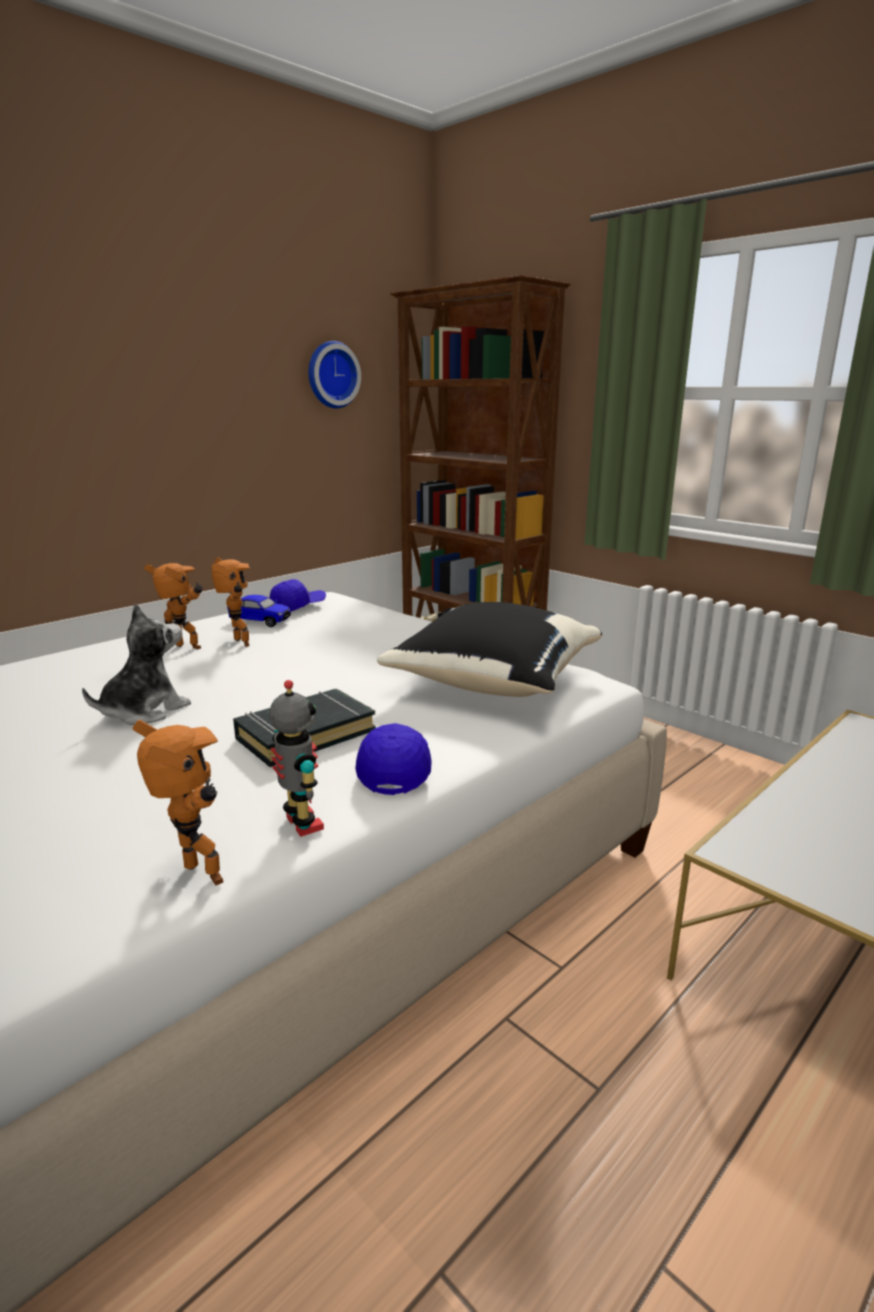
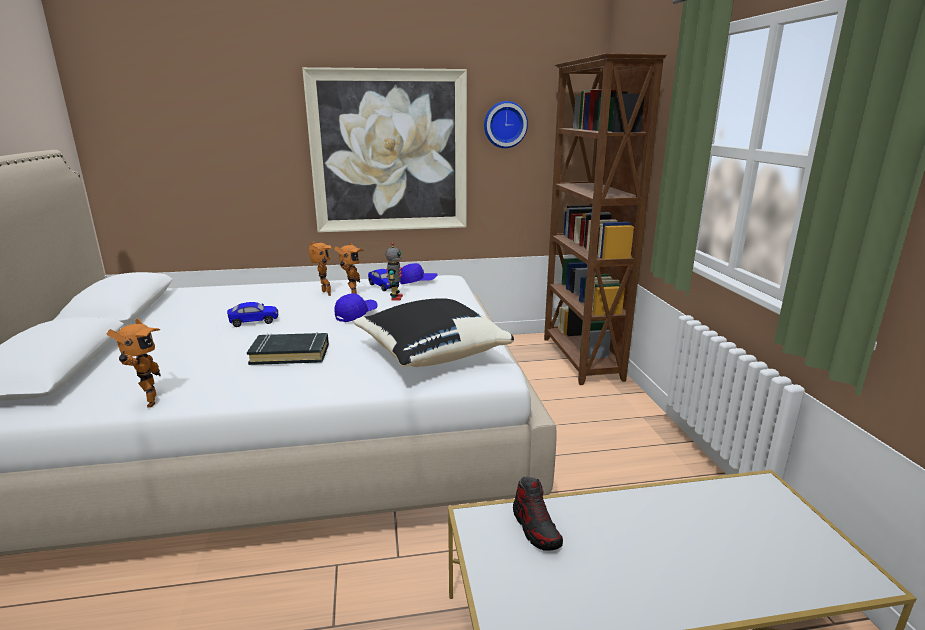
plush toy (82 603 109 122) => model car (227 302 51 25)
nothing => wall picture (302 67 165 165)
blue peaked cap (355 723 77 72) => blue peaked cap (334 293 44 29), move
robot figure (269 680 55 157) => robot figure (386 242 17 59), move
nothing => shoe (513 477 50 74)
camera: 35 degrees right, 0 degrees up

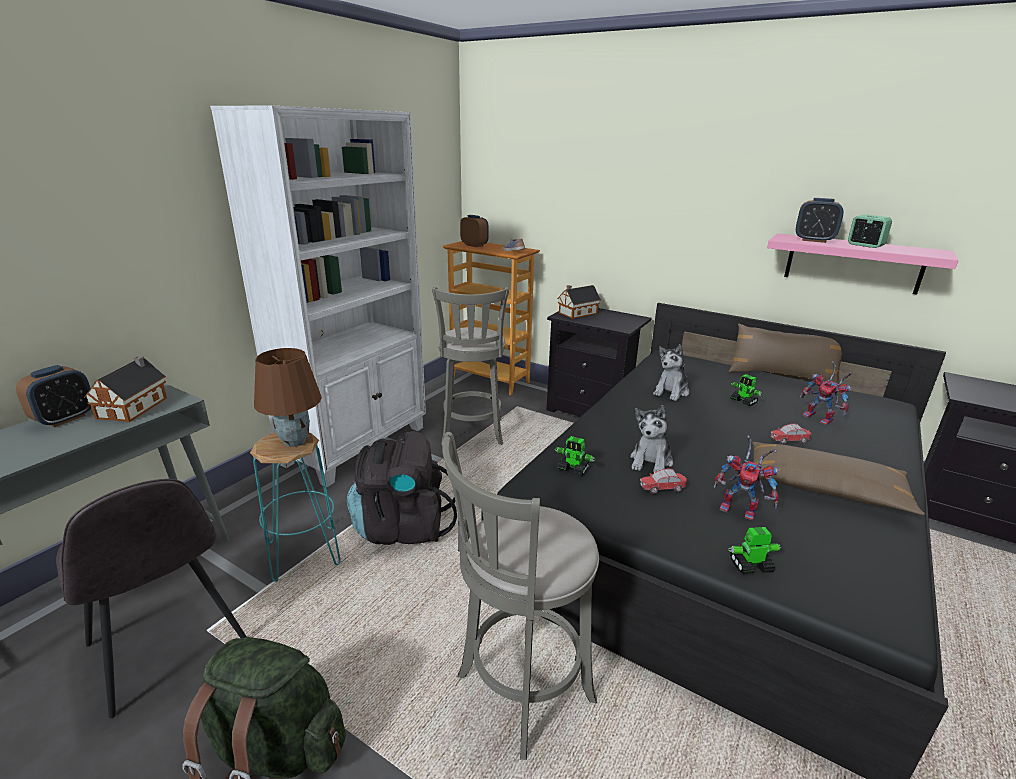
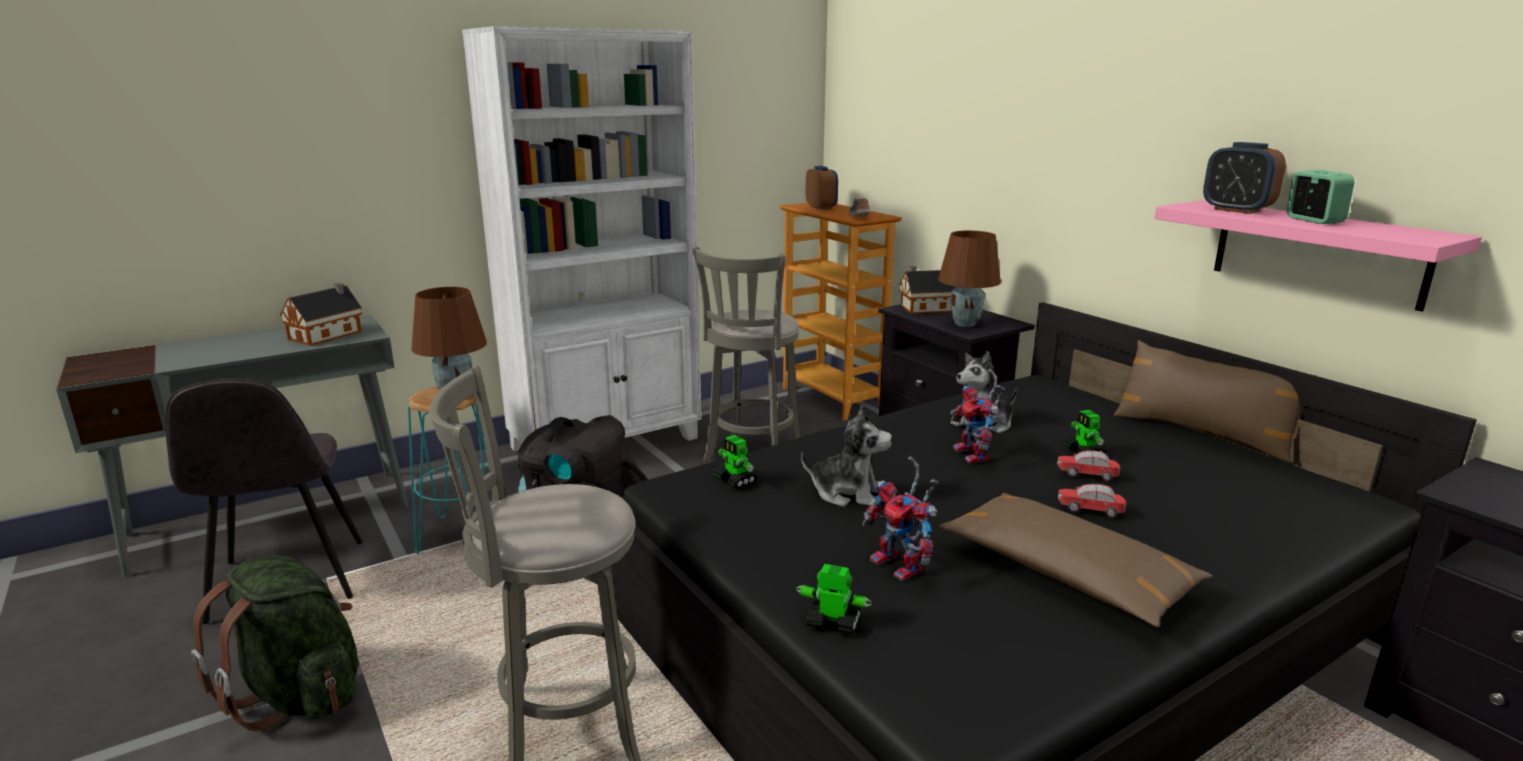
plush toy (630 405 43 68) => plush toy (801 405 91 102), 120 degrees counterclockwise
nothing => brown lamp for a table (938 231 63 96)
robot figure (799 361 54 64) => robot figure (950 369 55 94), move
model car (640 469 47 25) => model car (1057 450 63 32), move
bedside clock (16 365 75 62) => nothing
camera: 25 degrees right, 5 degrees down

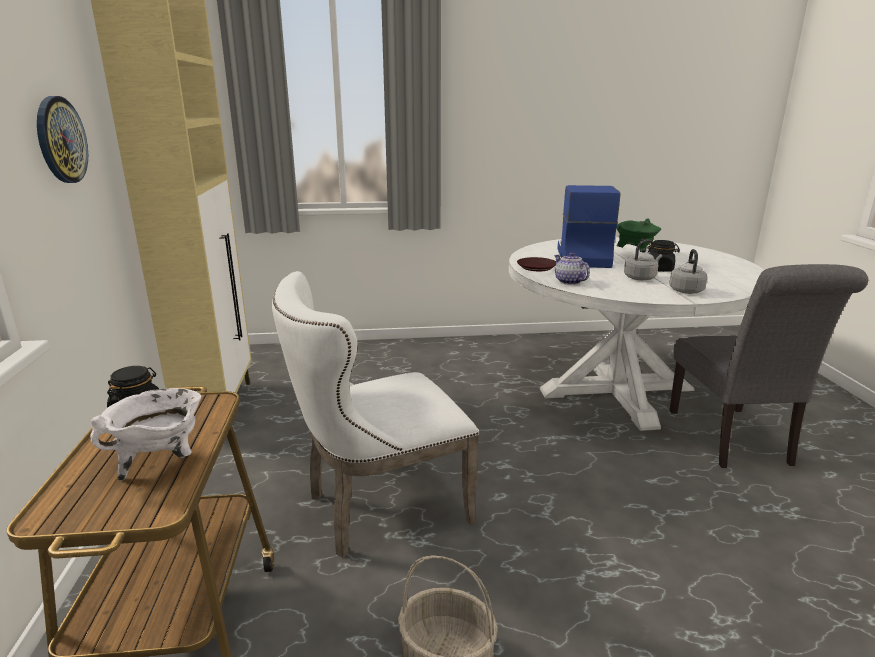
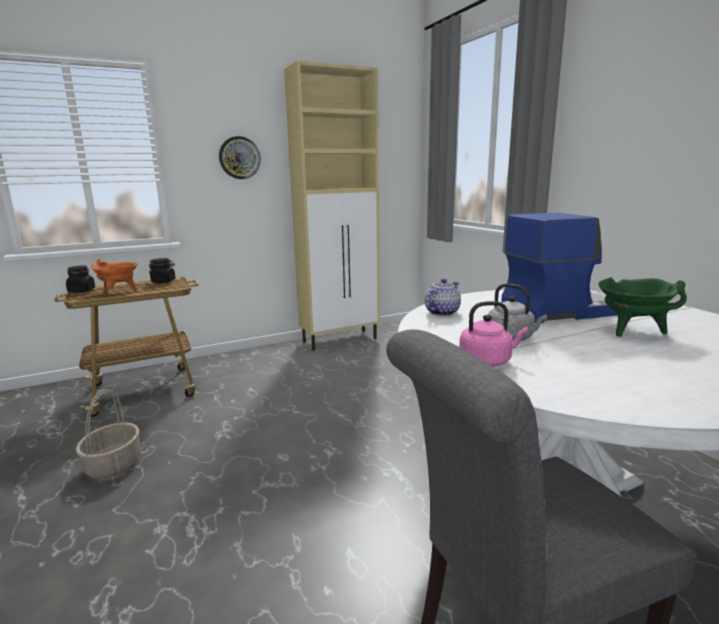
black-coloured preserve jar (648 240 32 32) => black-coloured preserve jar (66 266 29 27), move
white cooking pot (90 388 111 93) => orangey cooking pot (91 259 47 32)
grey kettle (669 249 38 45) => pinkish kettle (459 301 69 66)
white chair (272 271 208 287) => nothing
brown flat dish (517 257 39 14) => nothing
camera: 70 degrees right, 5 degrees down

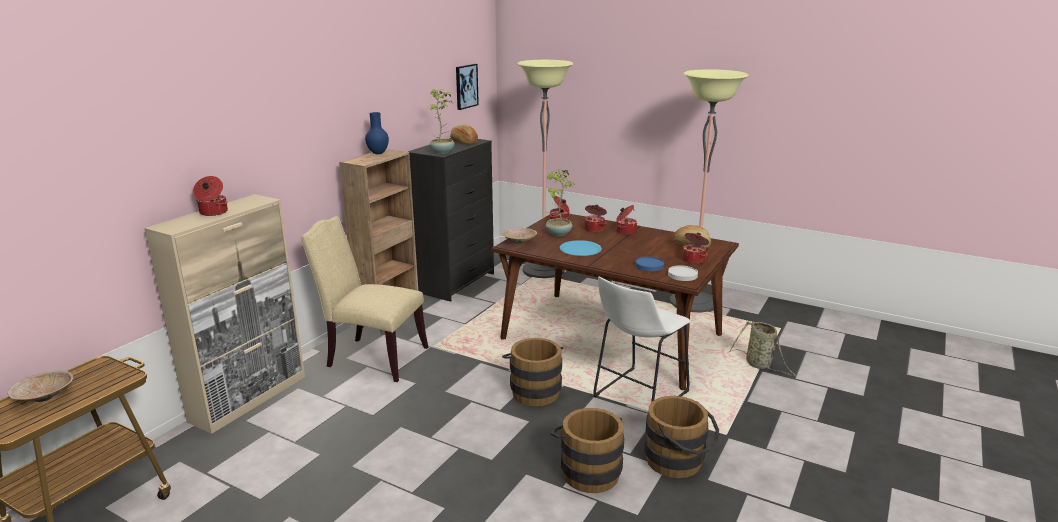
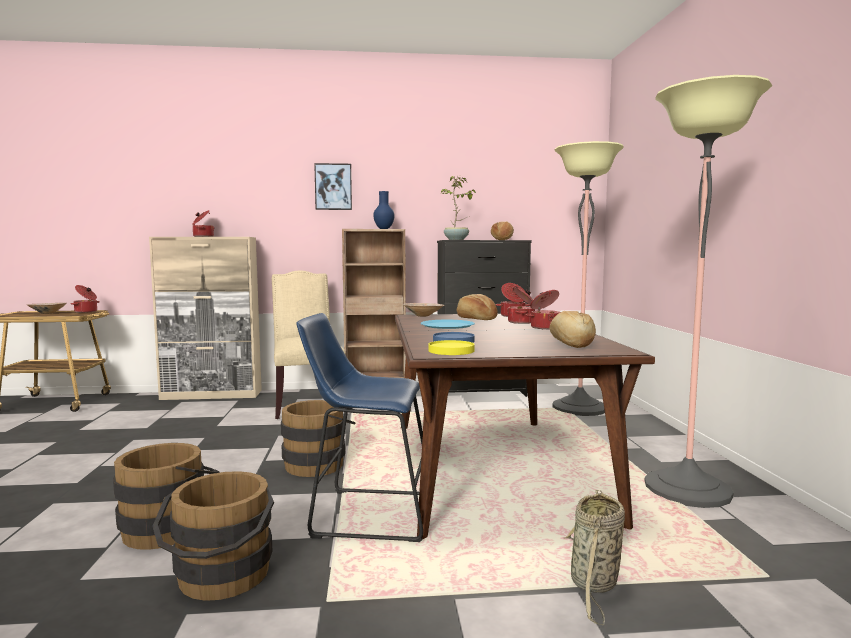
cooking pot (682 233 27 30) => cooking pot (71 285 29 28), move
white stool (593 276 98 126) => blue stool (296 313 127 229)
wall picture (456 64 23 46) => wall picture (314 163 38 47), move
white flat dish (668 265 30 16) => yellow-coloured flat dish (429 340 45 15)
houseplant (546 169 28 67) => baked bread (456 294 42 26)
camera: 55 degrees right, 15 degrees down

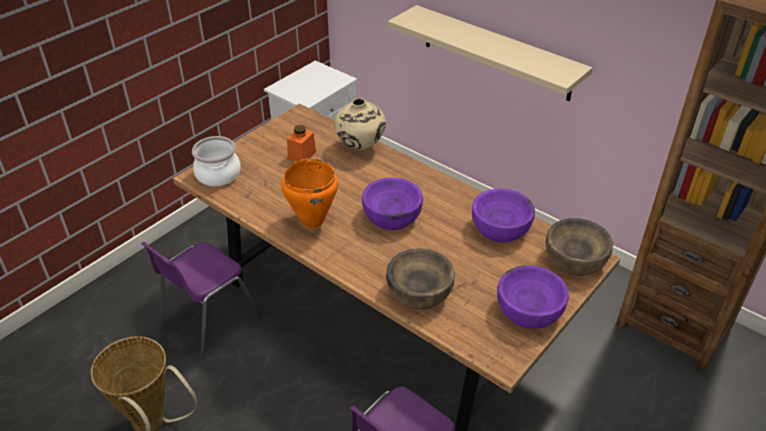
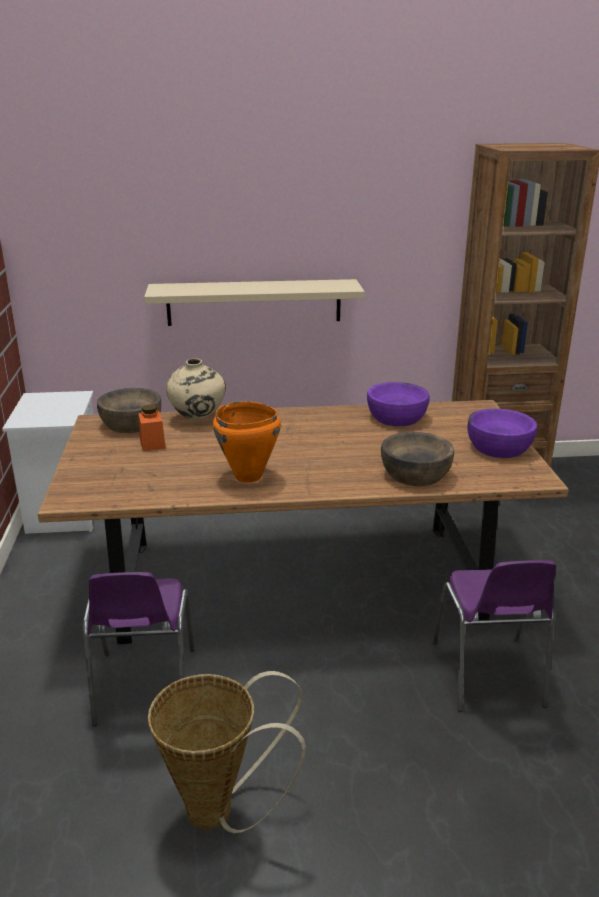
brown serving bowl (546 218 67 58) => brown serving bowl (97 388 64 45), move
cooking pot (192 136 49 50) => nothing
purple-coloured serving bowl (362 177 61 53) => nothing
camera: 45 degrees left, 15 degrees down

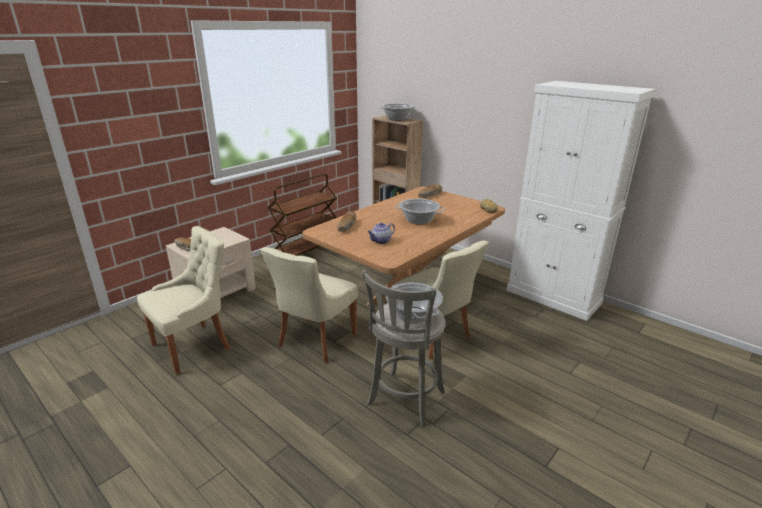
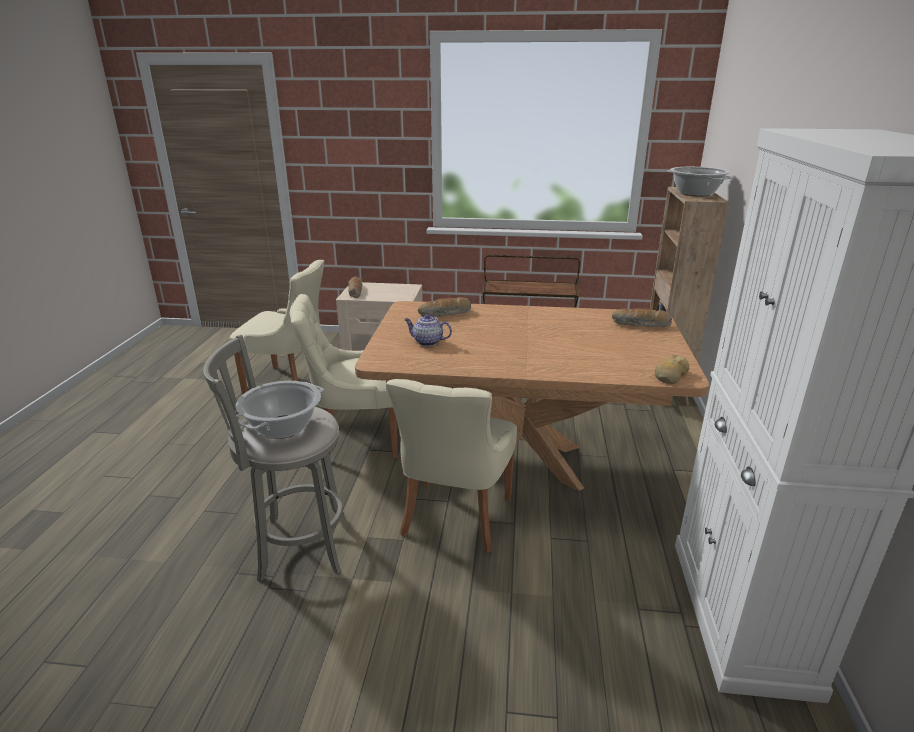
cooking pot (395 199 49 26) => nothing
camera: 55 degrees right, 0 degrees up

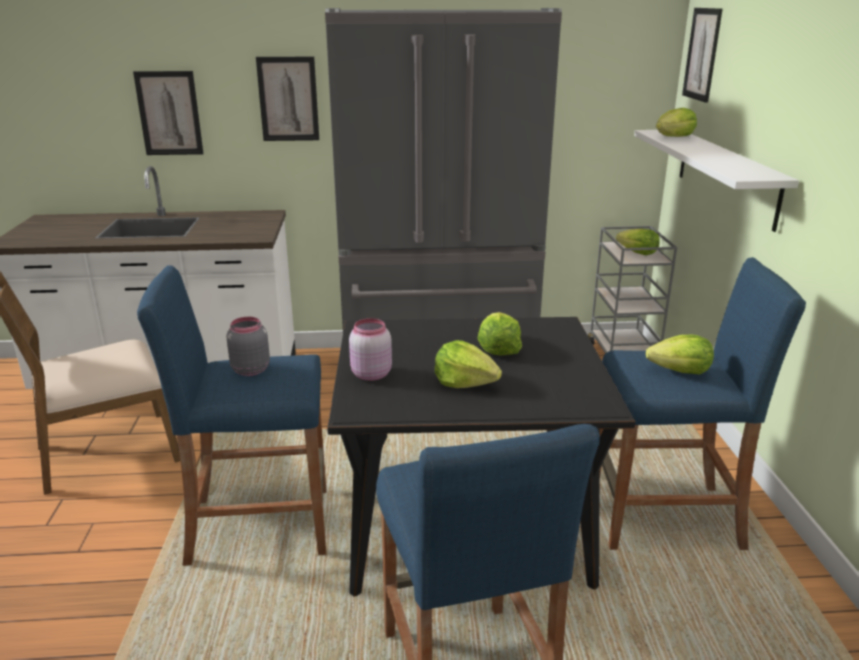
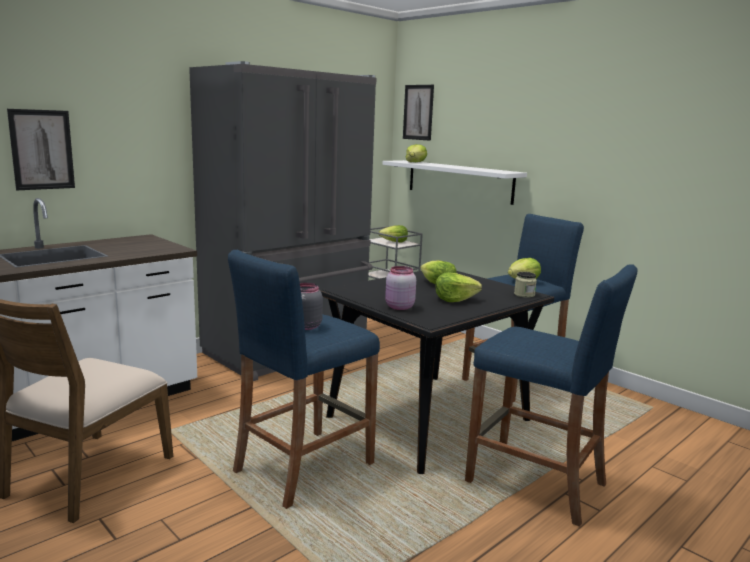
nothing => preserve jar (514 272 23 26)
wall picture (256 57 63 84) => nothing
camera: 40 degrees left, 10 degrees down

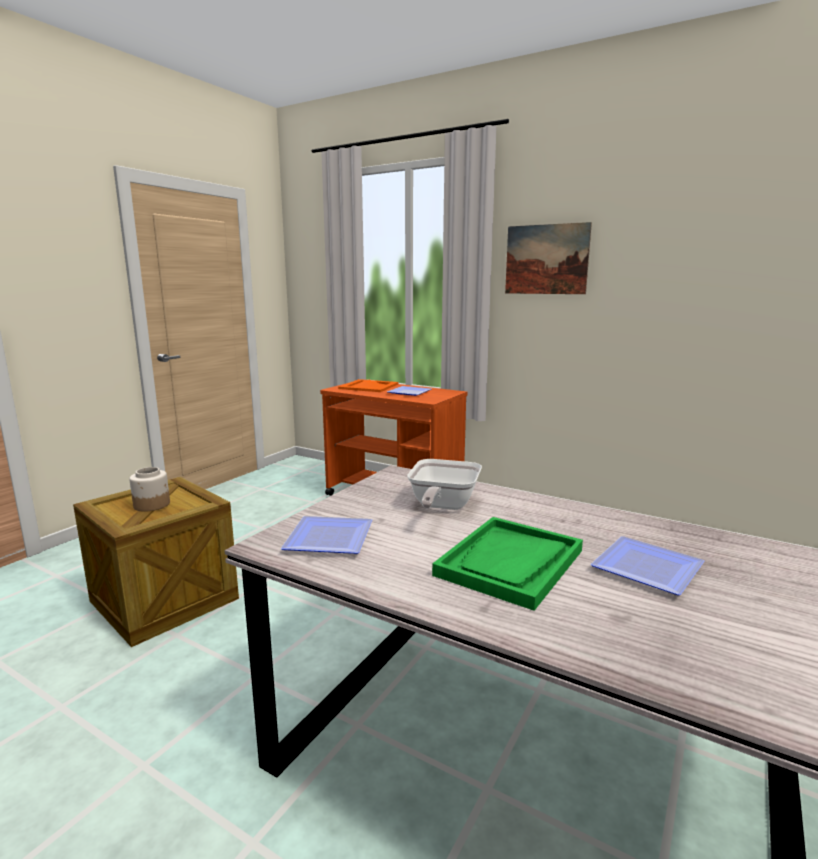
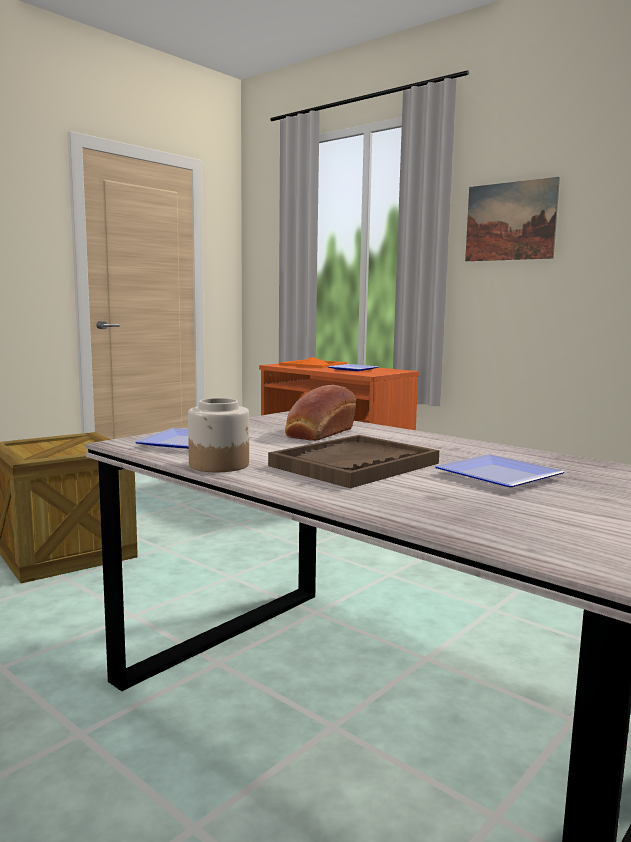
preserve jar (129 467 41 45) => preserve jar (188 398 61 74), move
green-coloured tray (432 517 151 94) => brown tray (268 435 171 53)
frying pan (407 459 75 51) => baked bread (285 385 71 56)
camera: 10 degrees right, 5 degrees down

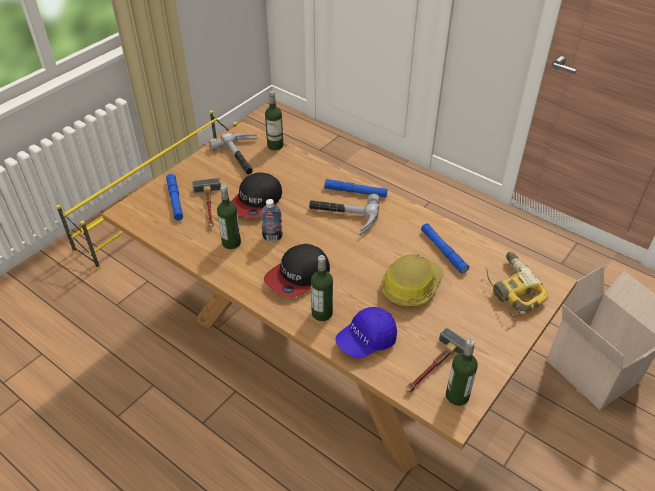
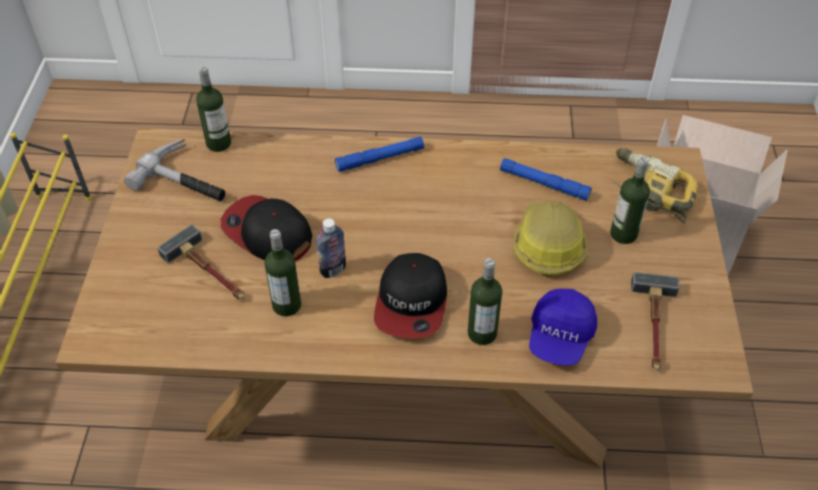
peaked cap (231 172 51 46) => peaked cap (221 195 91 66), 135 degrees clockwise
beverage bottle (446 339 32 67) => beverage bottle (610 157 40 87), move
blue torch (166 174 17 46) => nothing
hand hammer (309 194 71 41) => nothing
camera: 35 degrees left, 5 degrees up

